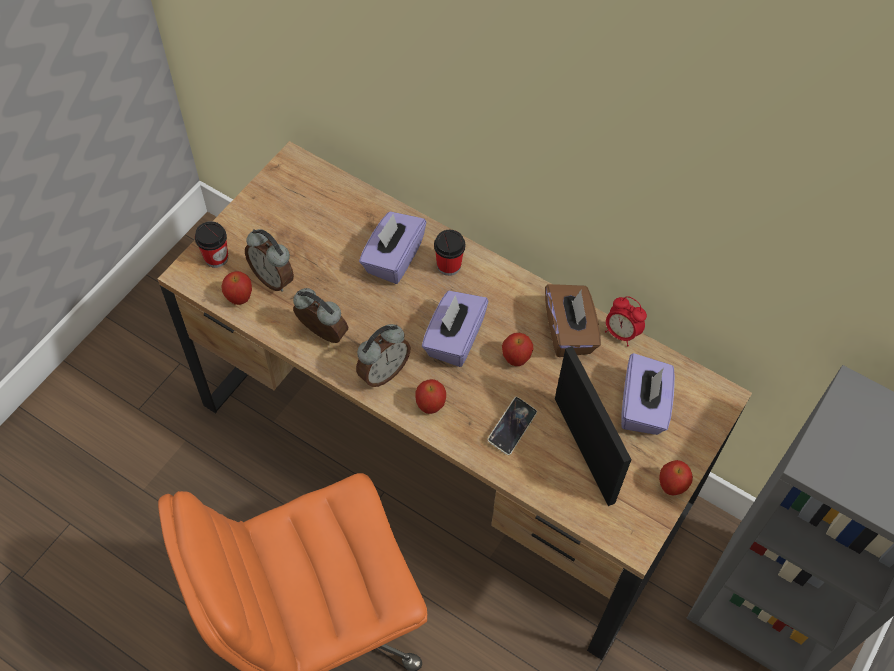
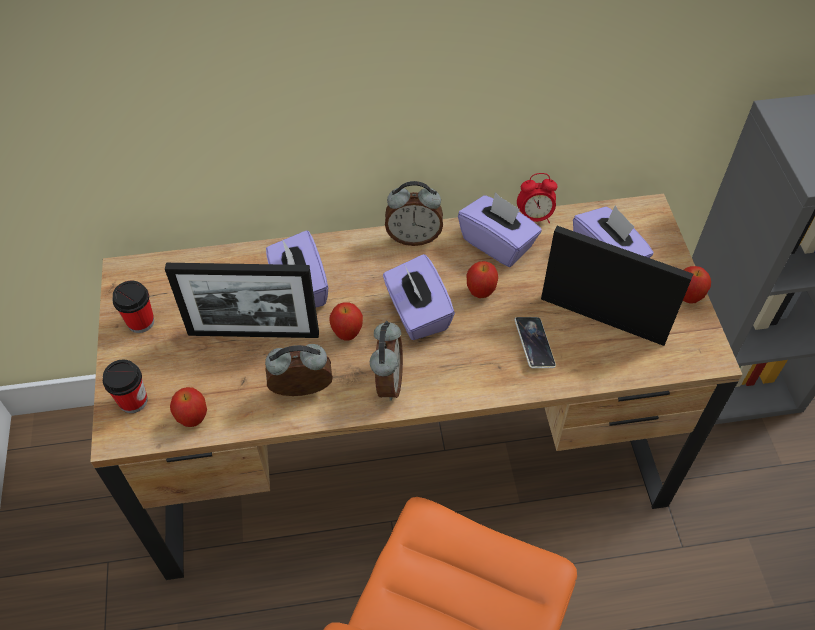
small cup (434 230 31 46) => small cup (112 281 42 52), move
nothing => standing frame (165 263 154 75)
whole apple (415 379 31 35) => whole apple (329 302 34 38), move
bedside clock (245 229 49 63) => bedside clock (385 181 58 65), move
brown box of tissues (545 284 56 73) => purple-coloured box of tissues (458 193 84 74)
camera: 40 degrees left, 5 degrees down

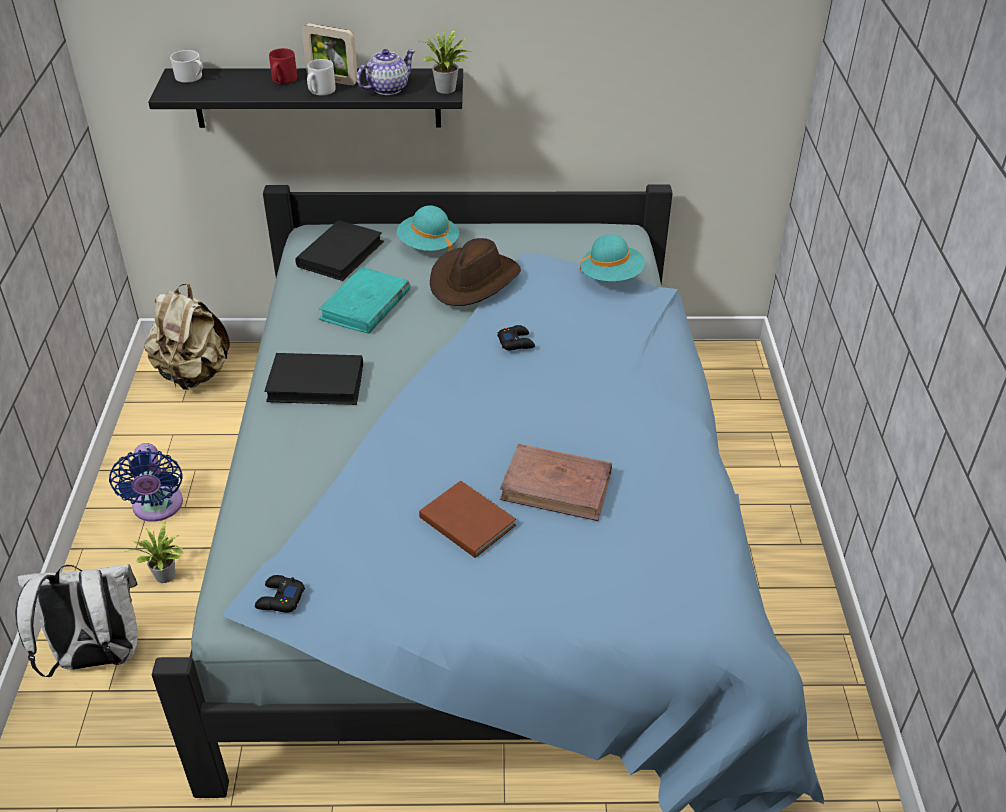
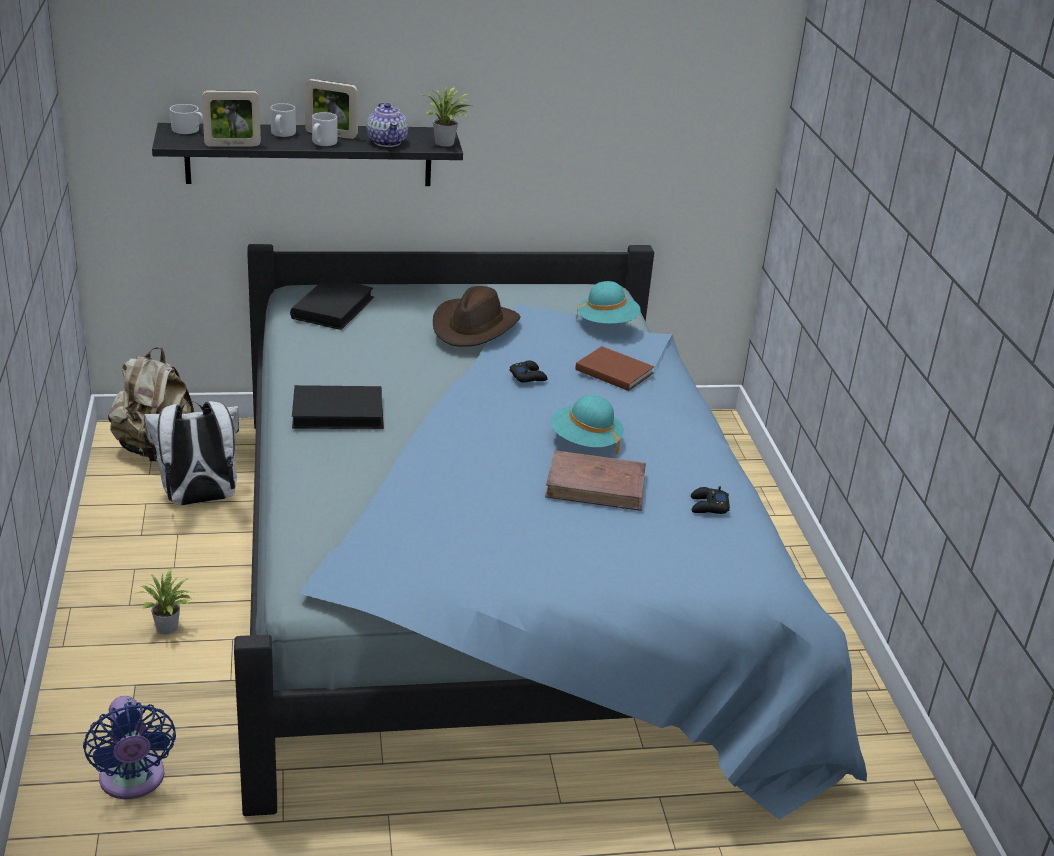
blue electric fan (109 443 74 79) => blue electric fan (83 696 93 103), move
white backpack (15 564 123 113) => white backpack (144 401 95 105), move
nothing => standing frame (202 90 59 57)
red-coloured coffee mug (269 48 28 36) => grey coffee mug (270 103 26 34)
pot for tea (357 49 58 46) => pot for tea (367 102 41 45), 120 degrees clockwise
blue-green wearable hat (397 205 62 46) => blue-green wearable hat (551 394 73 60), move
brown book (419 481 97 77) => brown book (575 346 79 45), move
black-coloured gamepad (255 575 50 38) => black-coloured gamepad (691 487 39 27), move
blue-green book (319 267 91 67) => nothing
camera: 10 degrees left, 10 degrees down

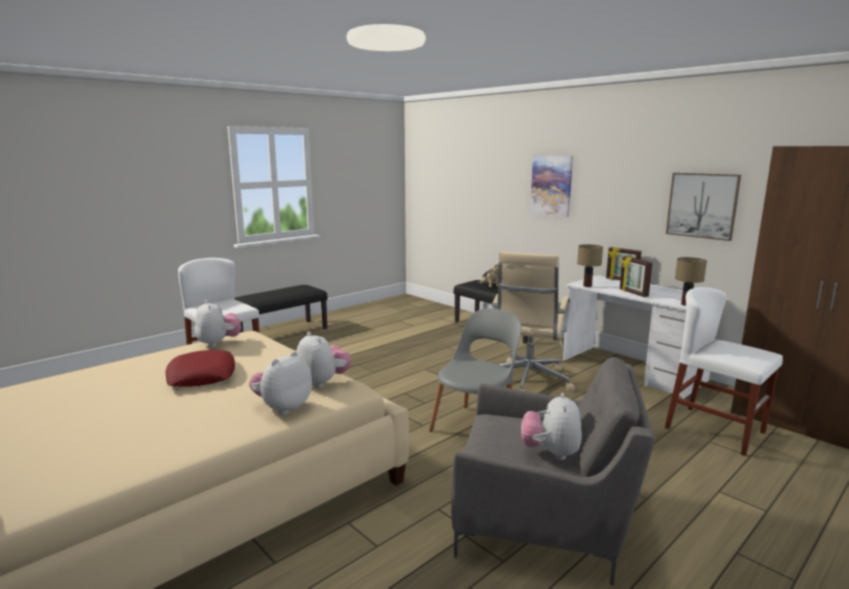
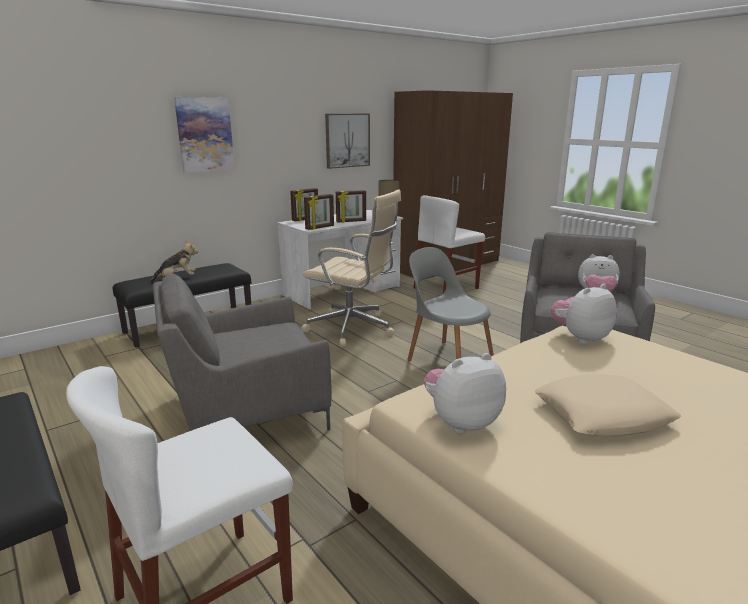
nothing => grey easy chair (153 274 179 157)
lamp for a table (577 245 26 42) => standing frame (304 194 30 36)
red-coloured throw pillow (166 350 69 37) => beige-coloured throw pillow (535 374 146 62)
plush toy (249 351 63 64) => nothing
camera: 85 degrees left, 5 degrees up

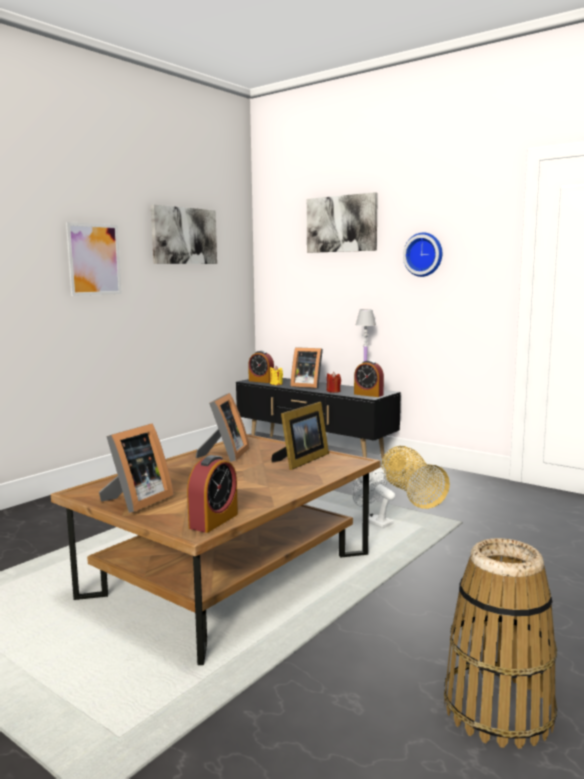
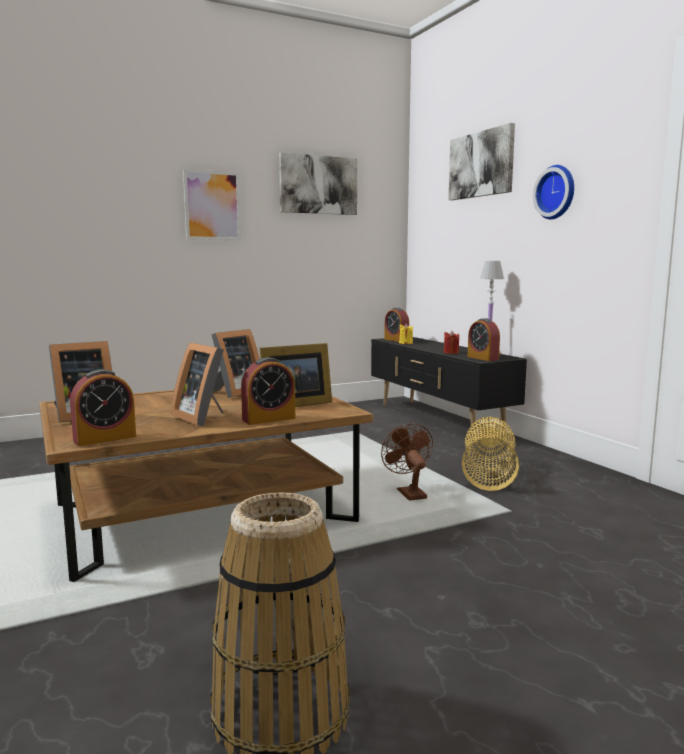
standing frame (290 347 33 42) => standing frame (171 342 53 84), move
nothing => bedside clock (241 357 54 68)
white electric fan (352 464 43 64) => brown electric fan (381 423 52 78)
camera: 25 degrees right, 0 degrees up

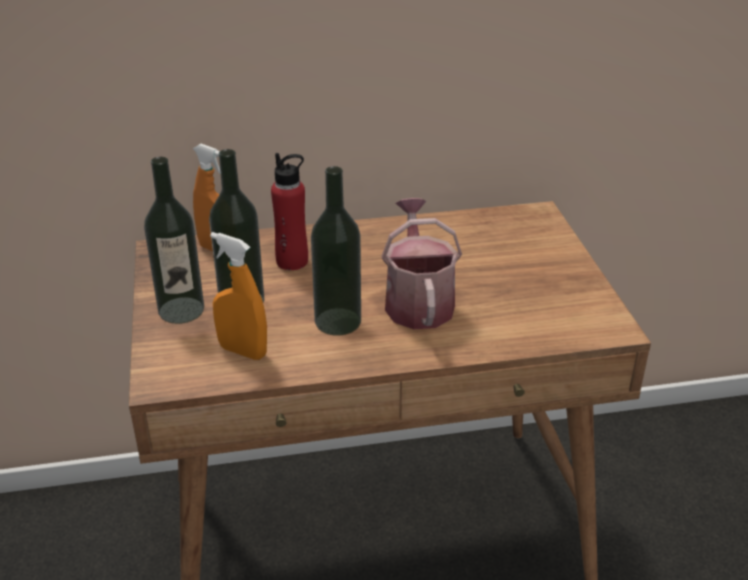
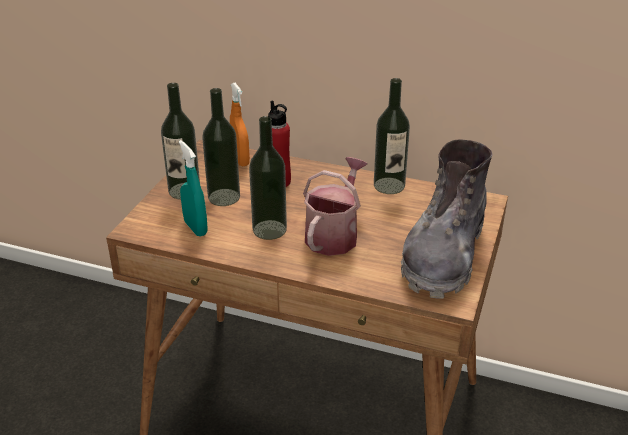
orangey spray bottle (210 232 57 128) => blue-green spray bottle (179 140 29 97)
nothing => beverage bottle (374 78 36 116)
nothing => grey high-top boot (401 140 91 159)
camera: 30 degrees right, 0 degrees up

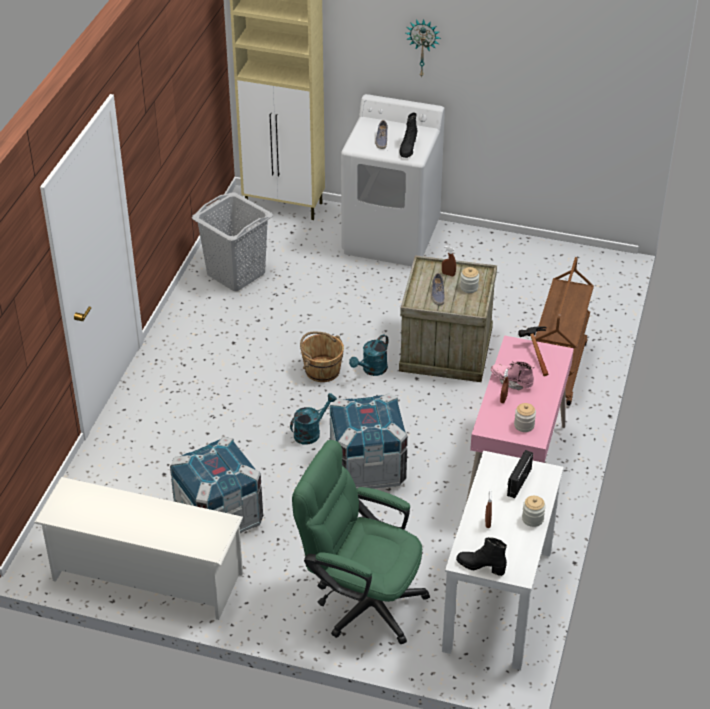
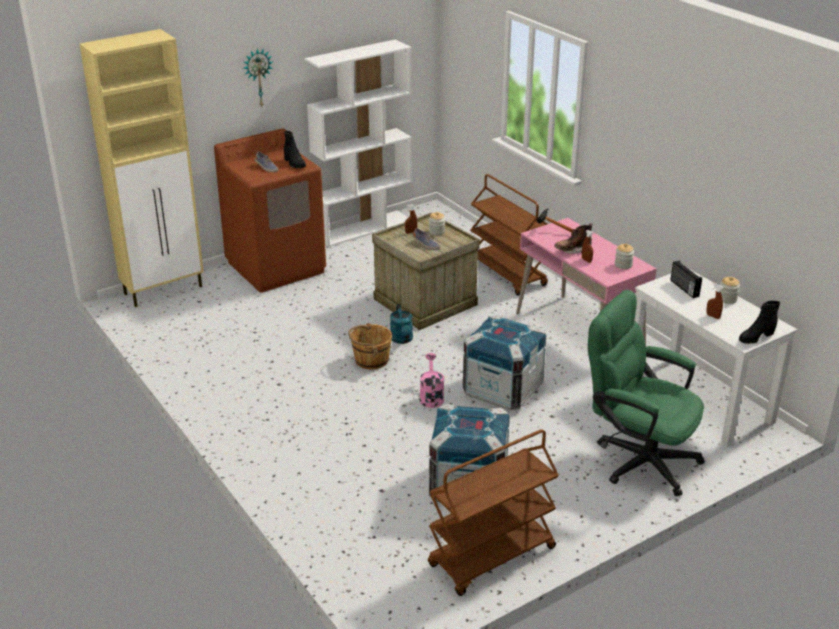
white laundry machine (341 94 104 172) => brown laundry machine (214 129 112 164)
nothing => white shelving unit (304 39 108 208)
blue-green watering can (290 393 47 52) => pinkish watering can (420 353 24 55)
white shoe shelf (34 477 209 143) => brown trolley (428 429 131 167)
pinkish high-top boot (491 361 44 29) => brown high-top boot (554 223 39 31)
green-coloured computer chair (292 440 138 204) => green-coloured computer chair (588 290 117 206), 60 degrees clockwise
grey laundry basket (192 192 81 99) => nothing
camera: 50 degrees left, 10 degrees down

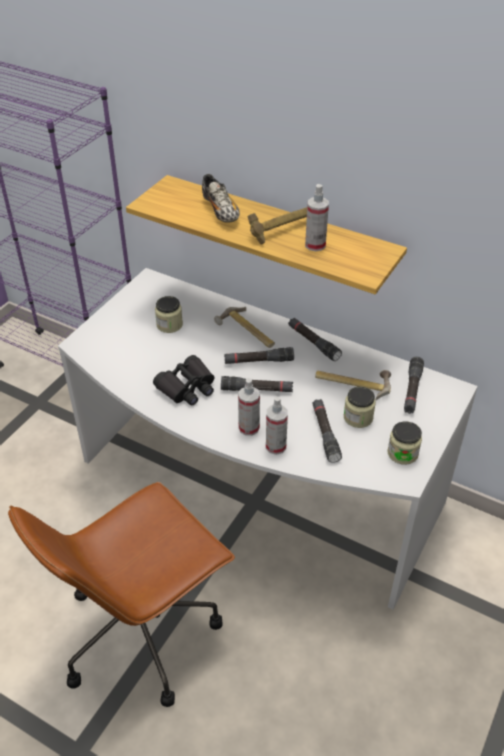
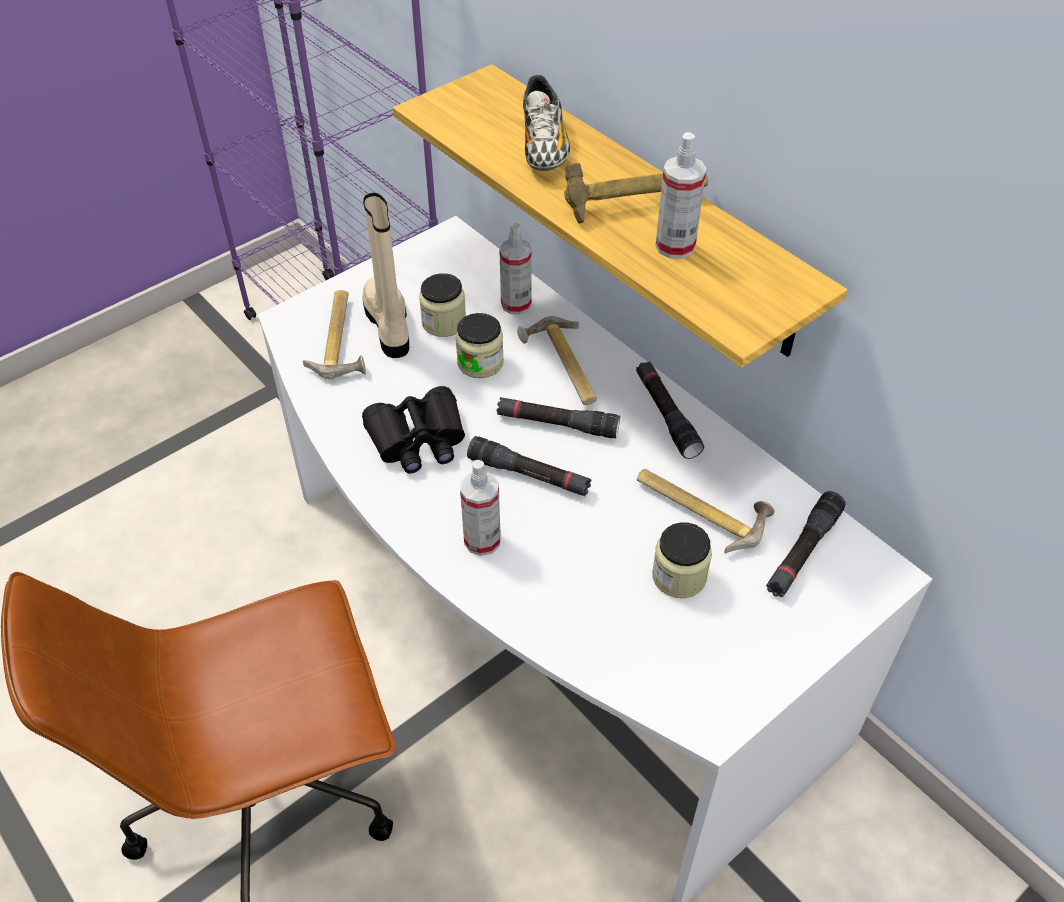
nothing => hand hammer (303 290 63 89)
nothing => beige-coloured high-top boot (362 193 47 165)
preserve jar (387 422 35 43) => preserve jar (456 313 48 65), move
spray bottle (266 396 22 59) => spray bottle (499 222 33 93), move
black-coloured torch (312 399 30 64) => nothing
camera: 20 degrees right, 5 degrees up

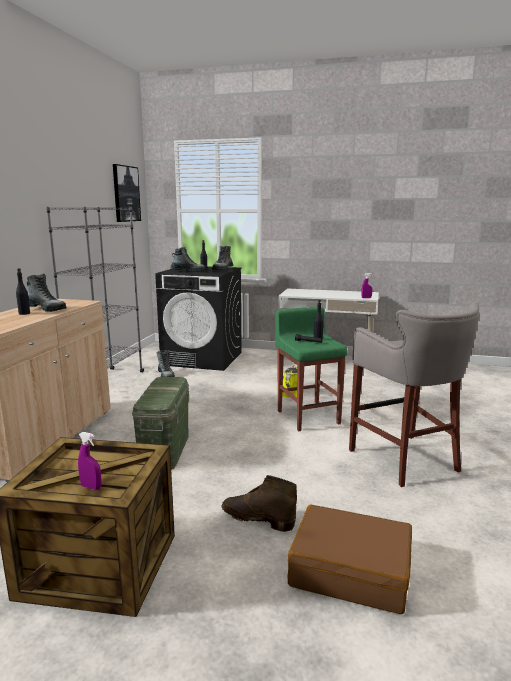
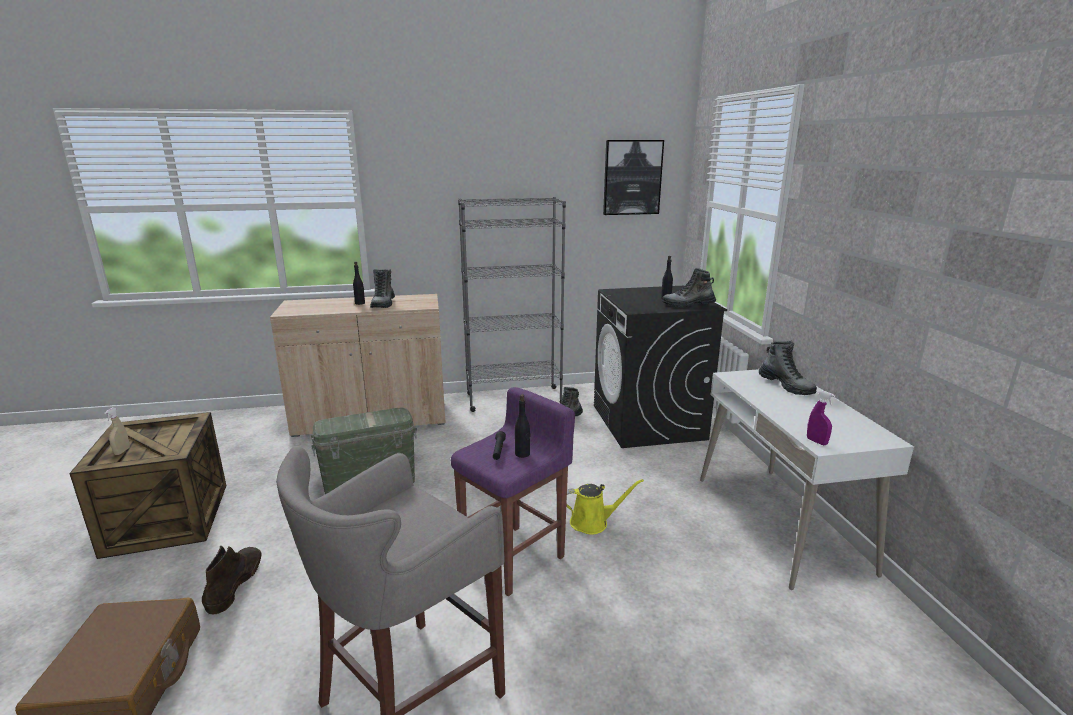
purple-coloured spray bottle (78 432 24 58) => beige-coloured spray bottle (104 407 26 48)
green-coloured stool (275 307 72 124) => purple-coloured stool (451 387 124 209)
high-top boot (170 247 36 25) => high-top boot (759 341 58 54), move
camera: 65 degrees right, 5 degrees up

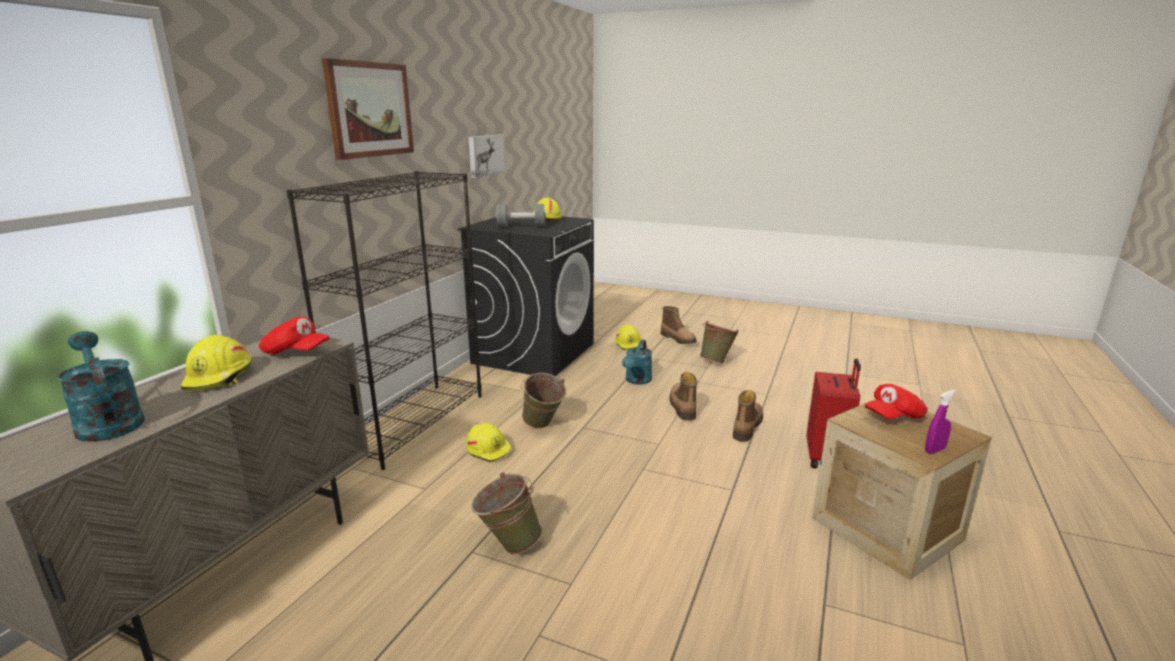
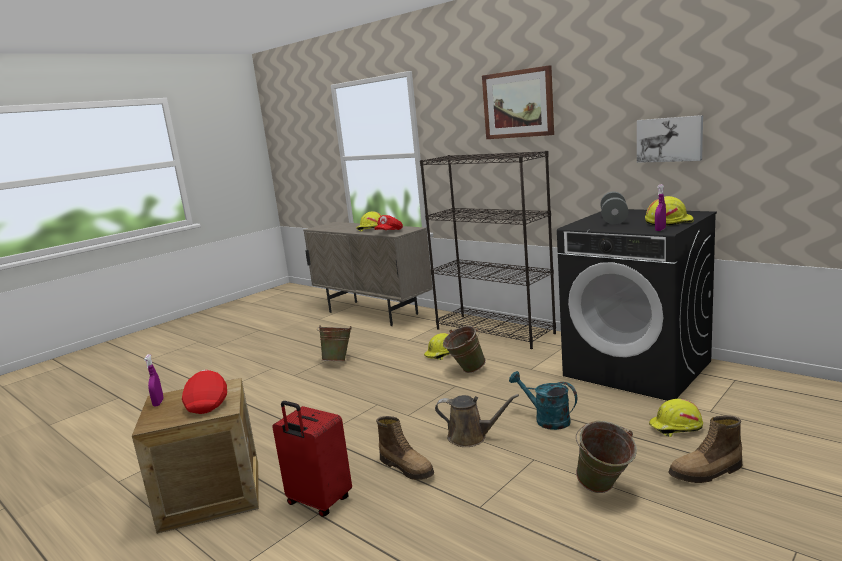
high-top boot (669 372 28 49) => brown watering can (435 394 84 53)
nothing => purple-coloured spray bottle (655 184 11 47)
blue-green watering can (57 331 88 111) => nothing
camera: 110 degrees right, 5 degrees down

